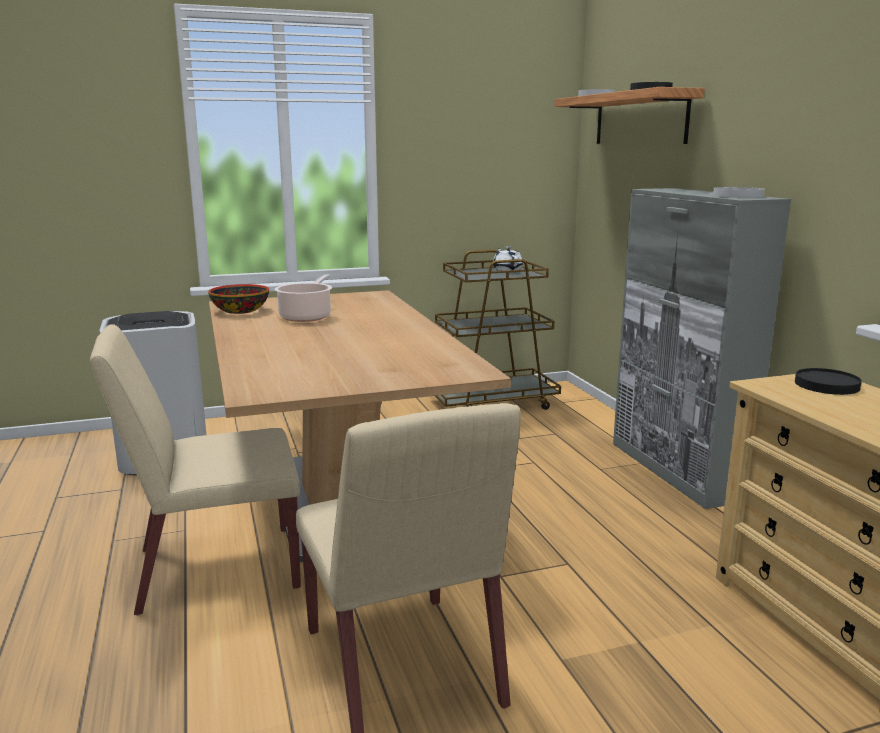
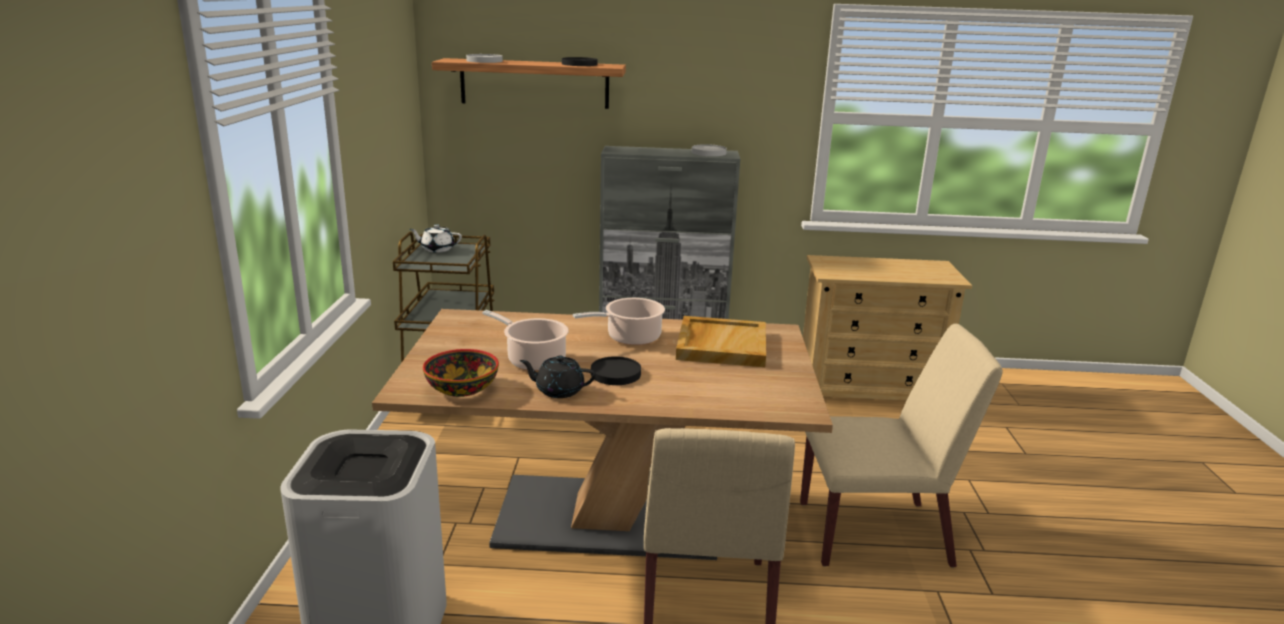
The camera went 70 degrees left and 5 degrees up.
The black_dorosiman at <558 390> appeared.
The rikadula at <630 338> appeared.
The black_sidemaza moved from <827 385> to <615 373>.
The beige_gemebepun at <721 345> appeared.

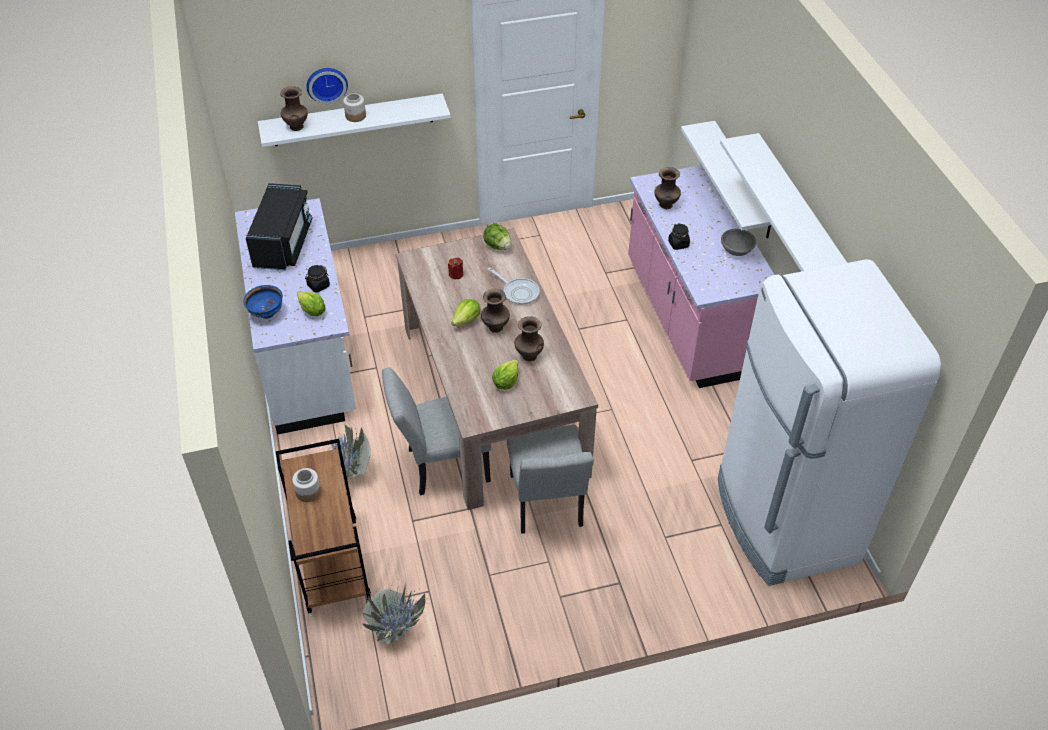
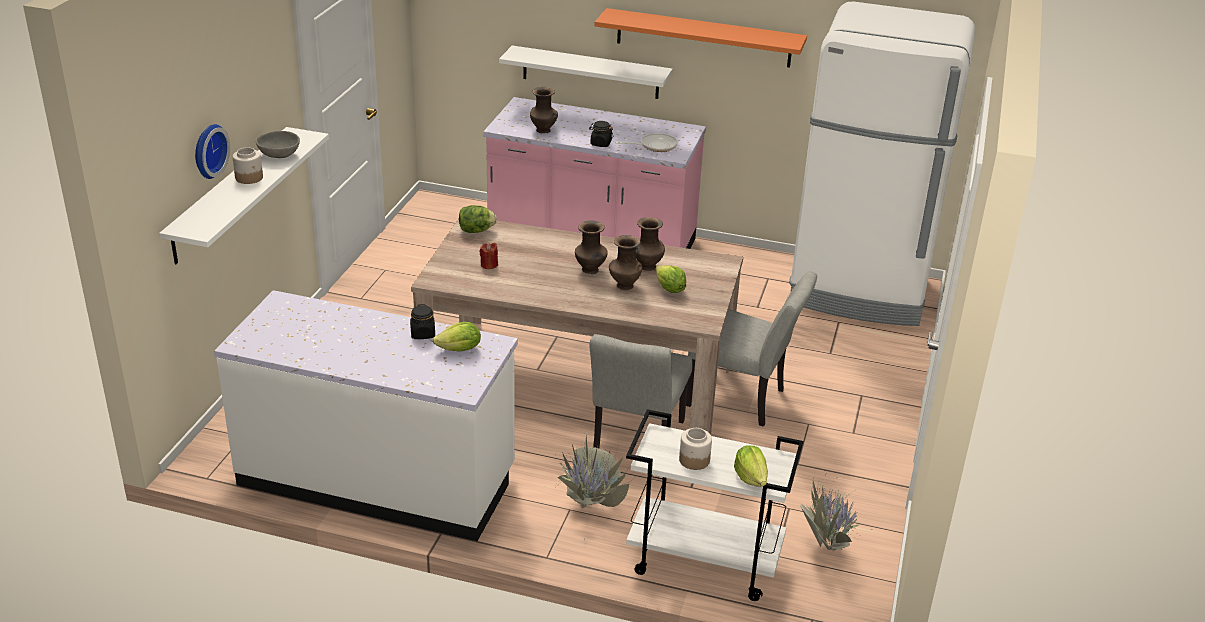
The camera went 60 degrees left and 15 degrees down.
The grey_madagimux moved from <736 250> to <279 155>.
The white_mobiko at <798 210> became the orange_mobiko at <703 38>.
The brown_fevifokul moved from <296 126> to <624 285>.
The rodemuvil moved from <518 292> to <655 146>.
The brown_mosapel at <331 564> became the white_mosapel at <702 562>.
The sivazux moved from <467 320> to <750 477>.
The blue_madagimux at <267 314> disappeared.
The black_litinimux at <283 243> disappeared.

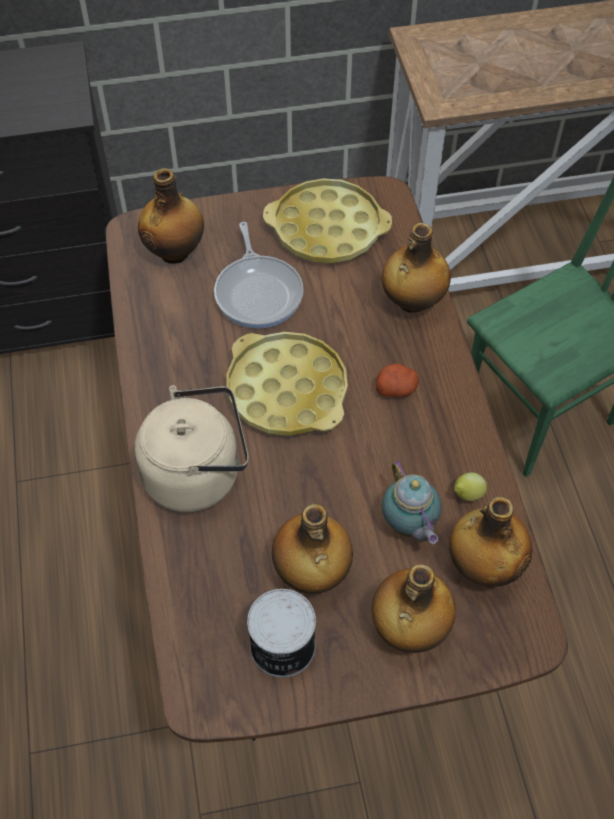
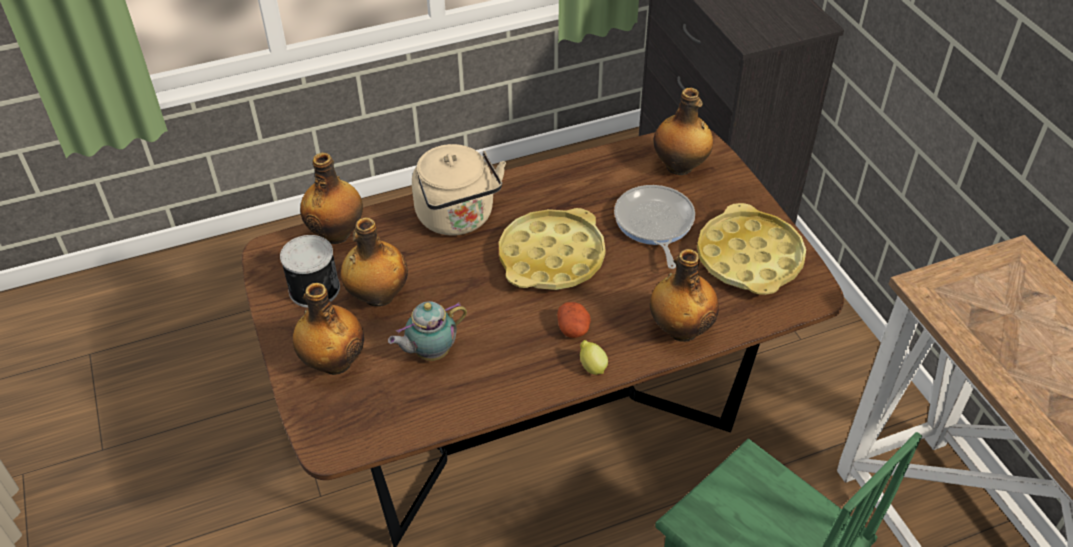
The camera went 80 degrees right and 10 degrees down.
The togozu moved from <484 565> to <337 233>.
The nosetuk moved from <467 495> to <592 367>.
The rodemuvil at <258 292> turned 105 degrees clockwise.

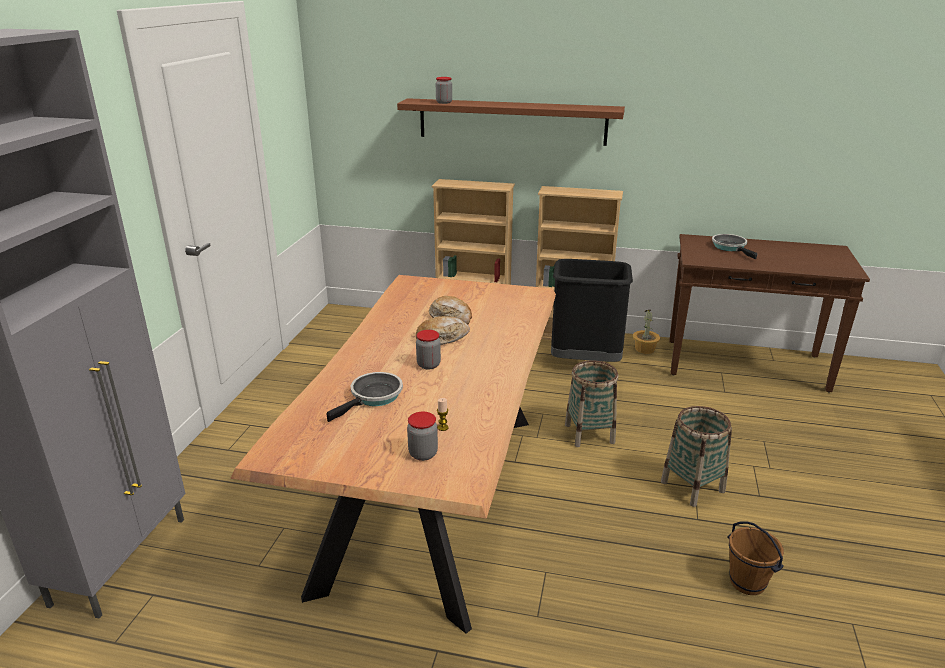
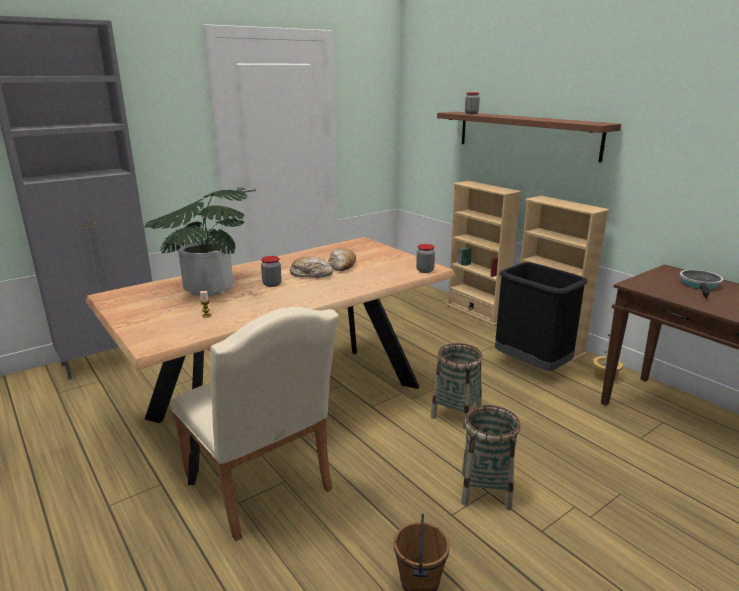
The camera went 40 degrees right and 5 degrees down.
The rodemuvil at <374 397> was replaced by the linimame at <208 289>.
The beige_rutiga at <262 487> appeared.
The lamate moved from <423 454> to <425 270>.

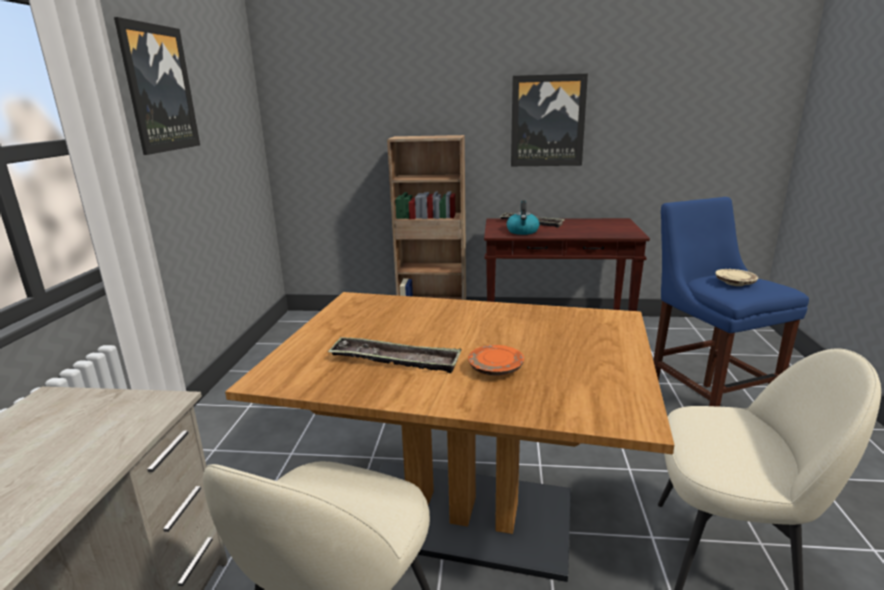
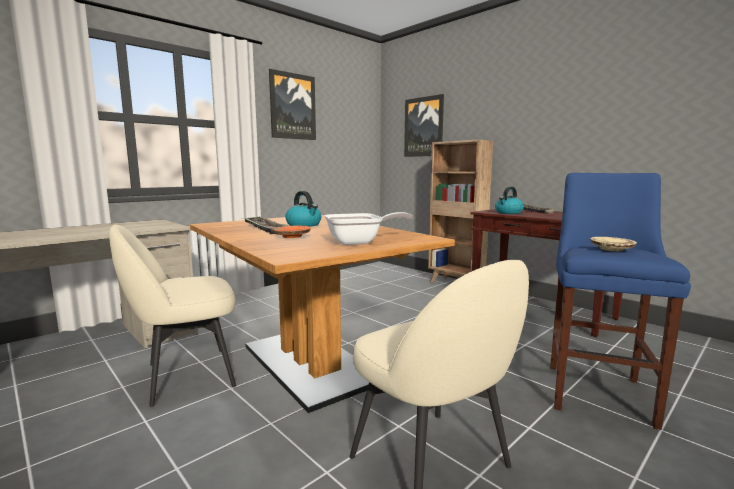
The camera went 40 degrees right and 10 degrees down.
The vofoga at <304 225> appeared.
The rodemuvil at <360 242> appeared.
The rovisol moved from <547 121> to <424 127>.

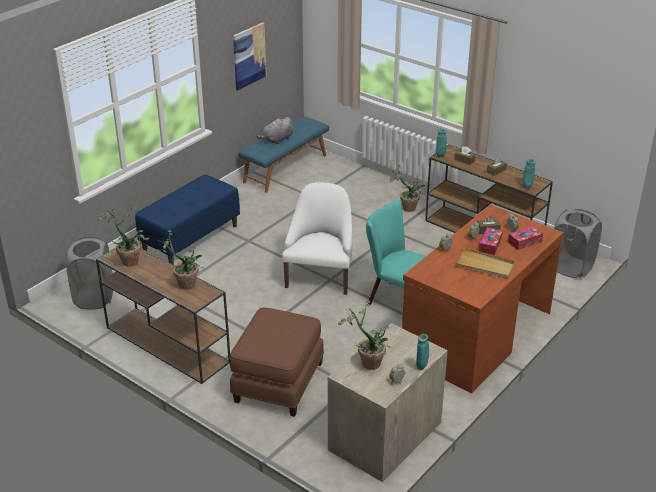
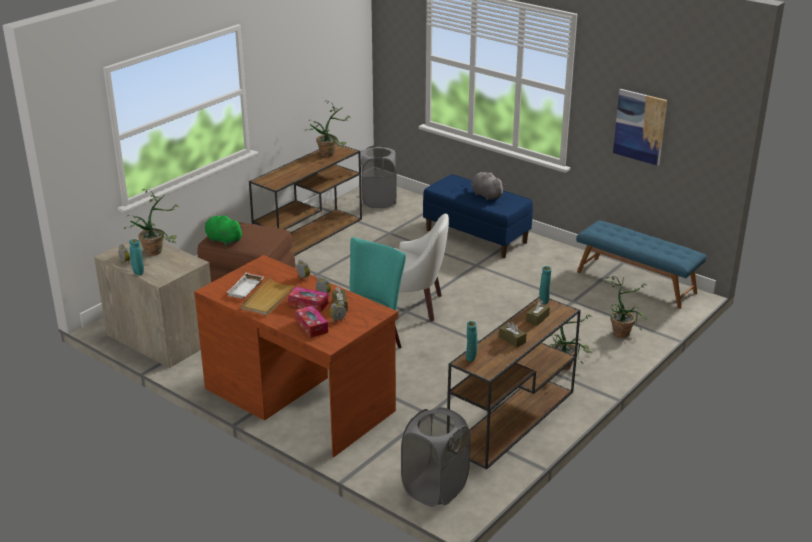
The camera went 90 degrees right and 5 degrees down.
The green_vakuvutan at <223 240> appeared.
The white_gemebepun at <246 289> appeared.
The grey_vakuvutan moved from <277 140> to <485 195>.
The linimame moved from <183 283> to <623 331>.

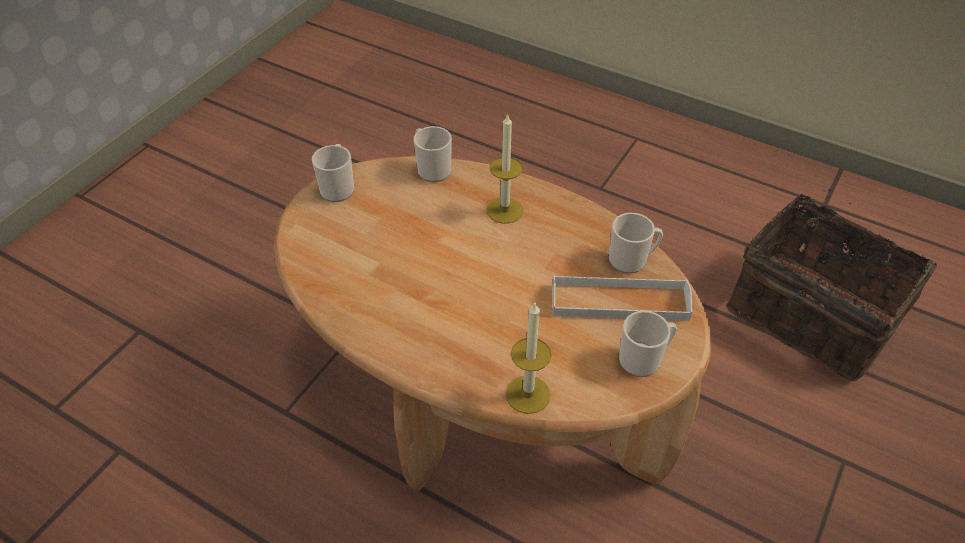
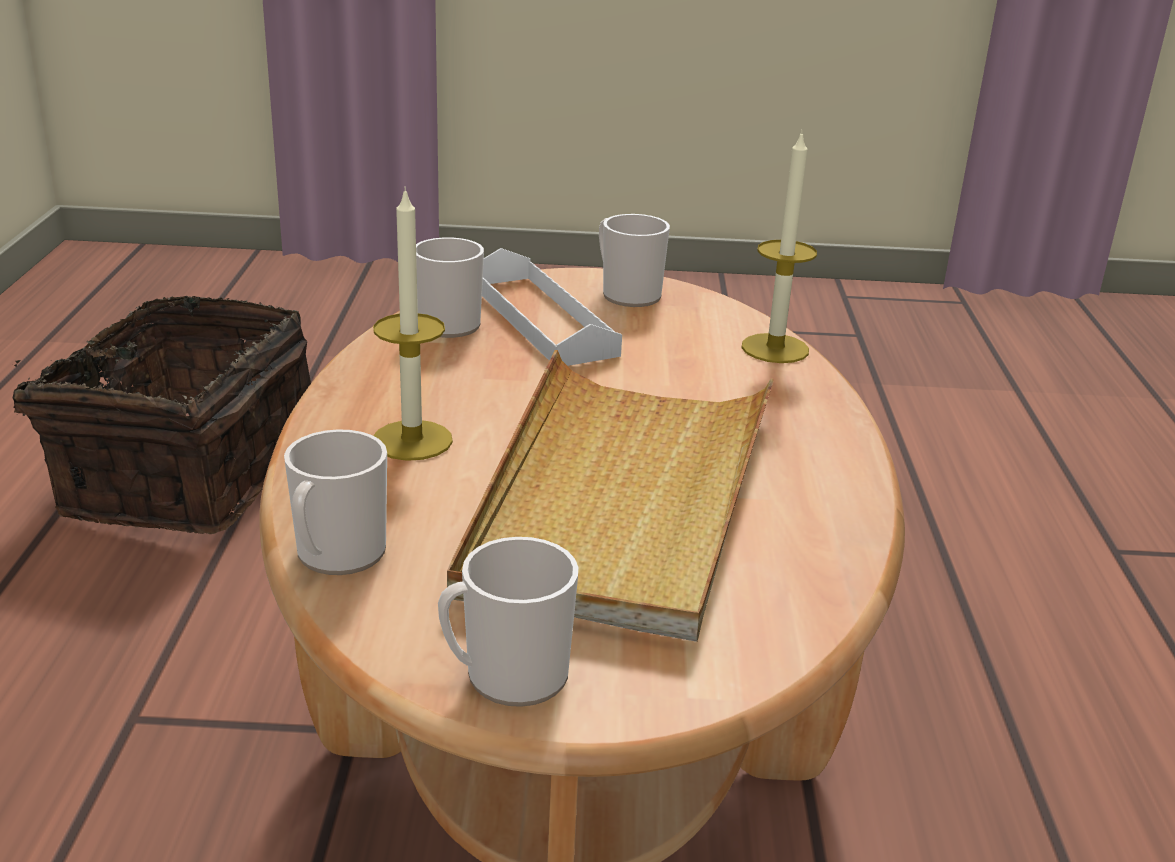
The camera went 120 degrees left and 20 degrees down.
The beige_gemebepun at <620 497> appeared.

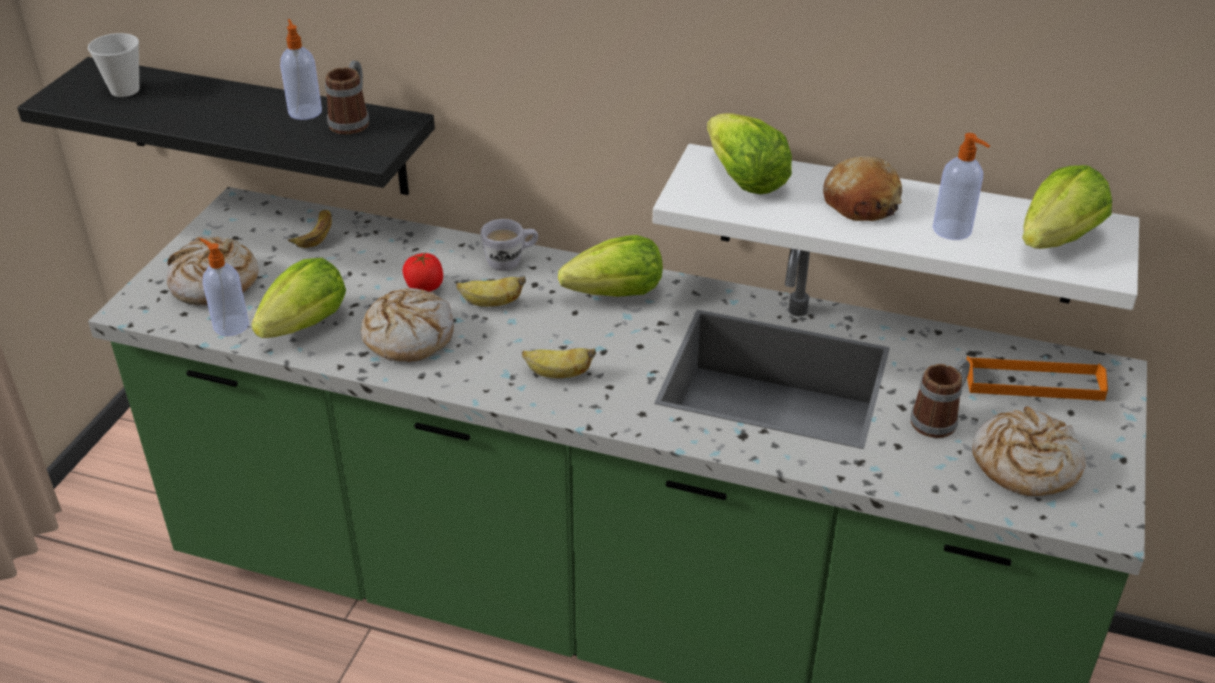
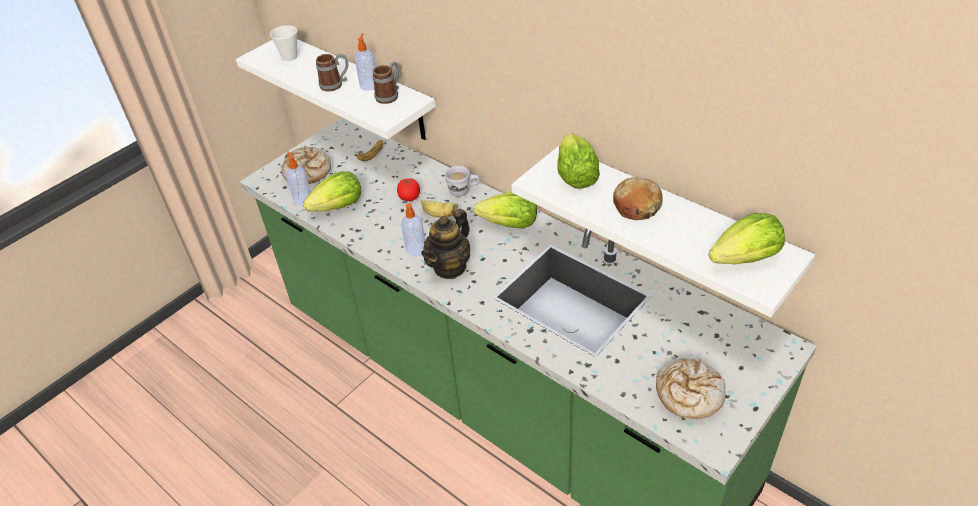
The camera went 25 degrees right and 5 degrees up.
The black_mobiko at <262 127> became the white_mobiko at <359 87>.
The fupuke moved from <939 418> to <335 84>.
The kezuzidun moved from <953 230> to <416 249>.
The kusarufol at <558 374> was replaced by the dorosiman at <450 267>.
The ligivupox at <409 336> disappeared.
The orange_gemebepun at <1033 383> disappeared.

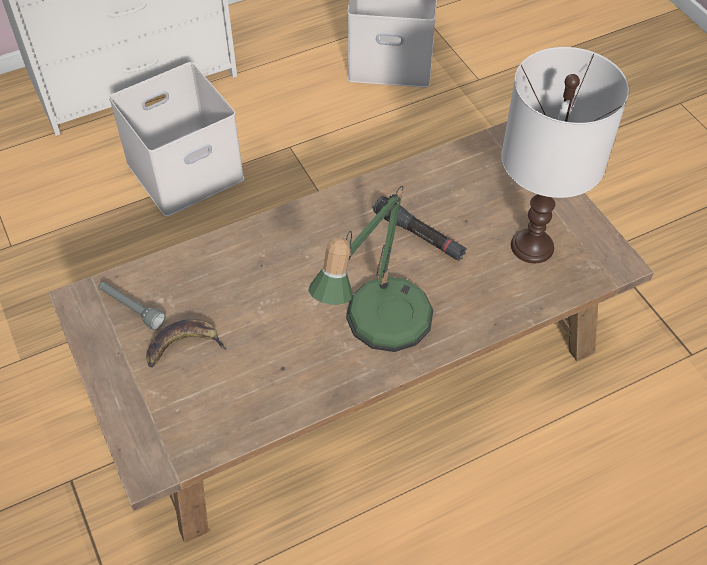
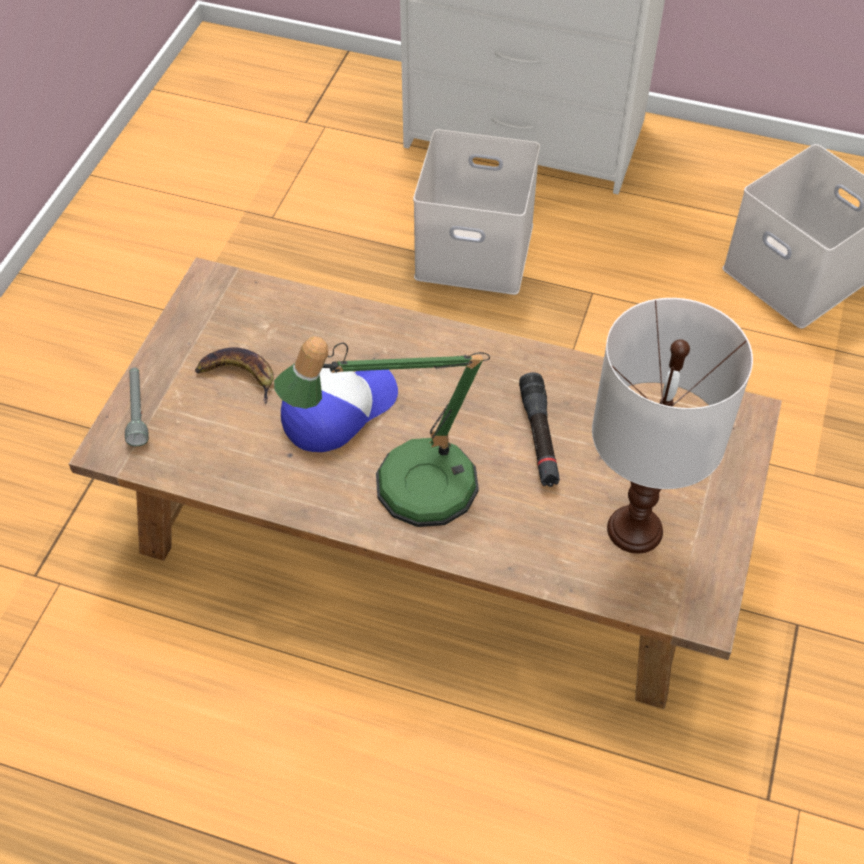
The camera went 45 degrees right and 0 degrees up.
The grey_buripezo moved from <131 308> to <137 411>.
The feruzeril at <338 410> appeared.

